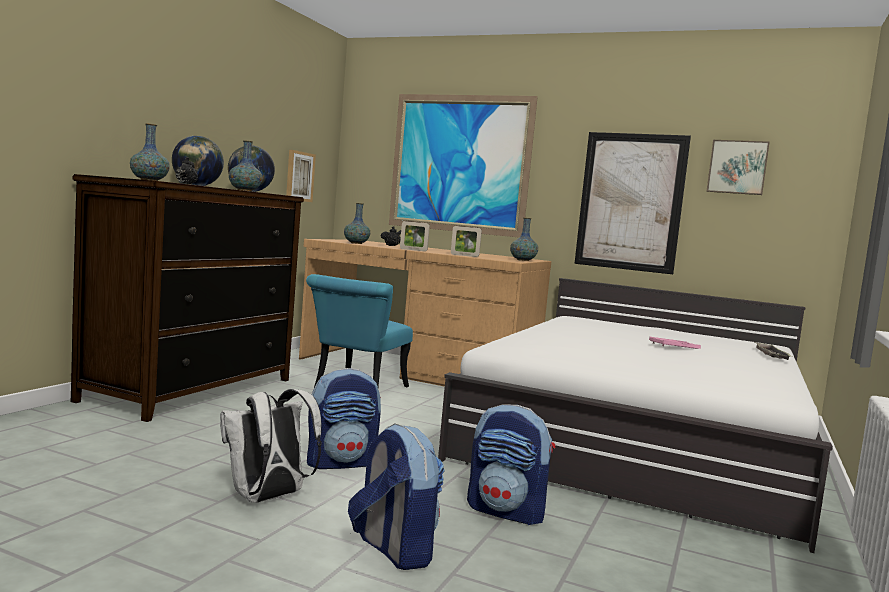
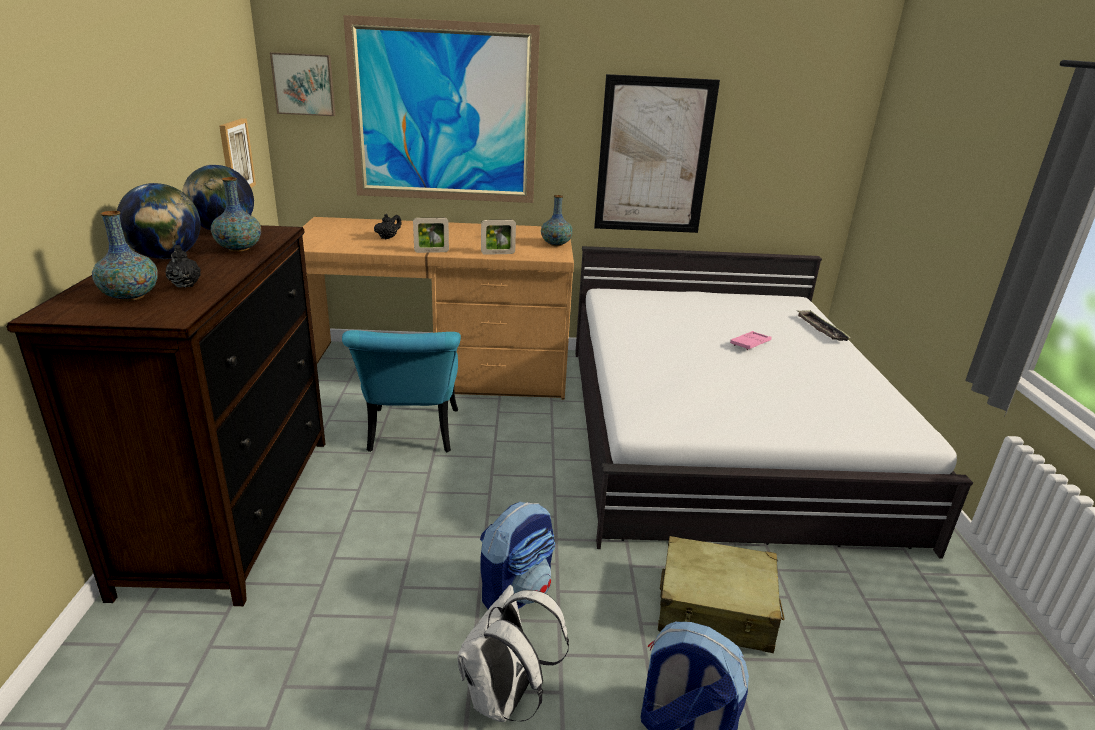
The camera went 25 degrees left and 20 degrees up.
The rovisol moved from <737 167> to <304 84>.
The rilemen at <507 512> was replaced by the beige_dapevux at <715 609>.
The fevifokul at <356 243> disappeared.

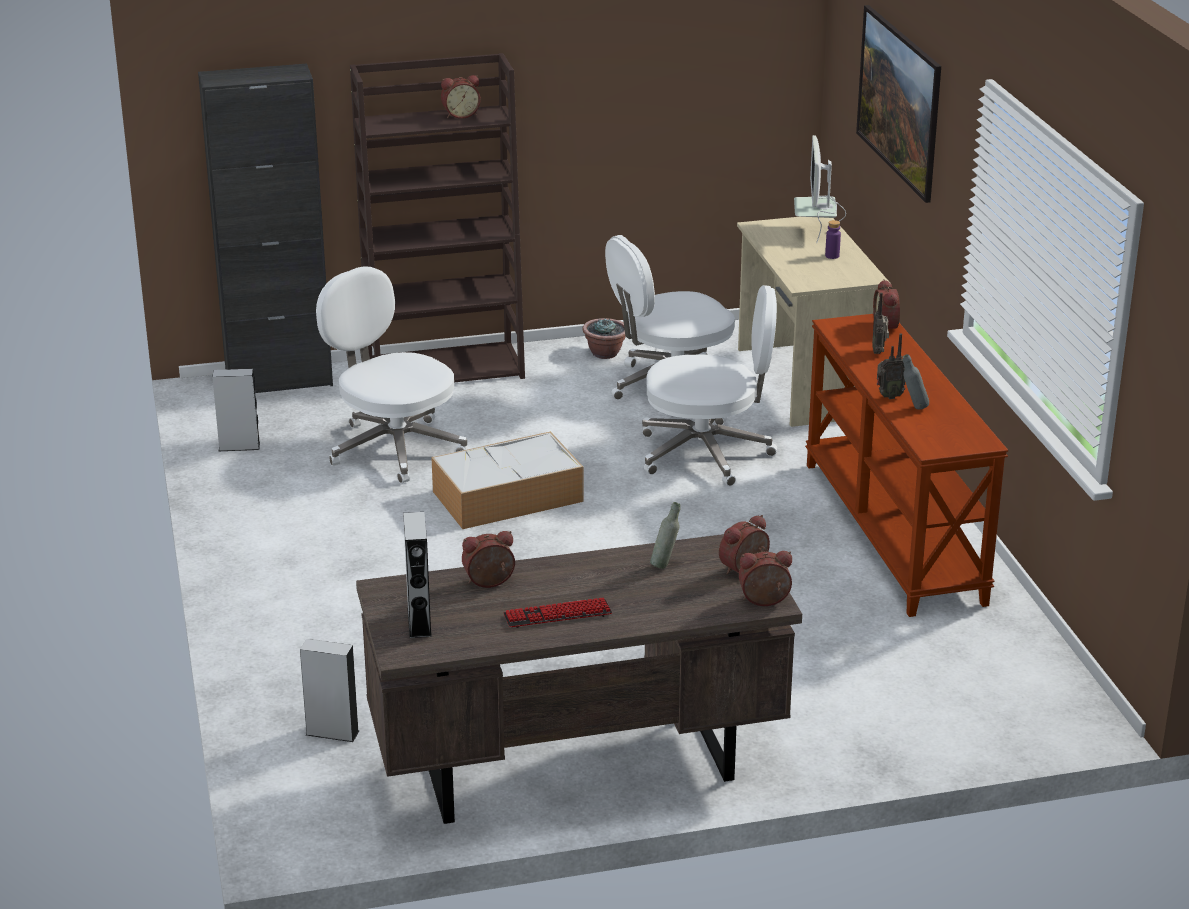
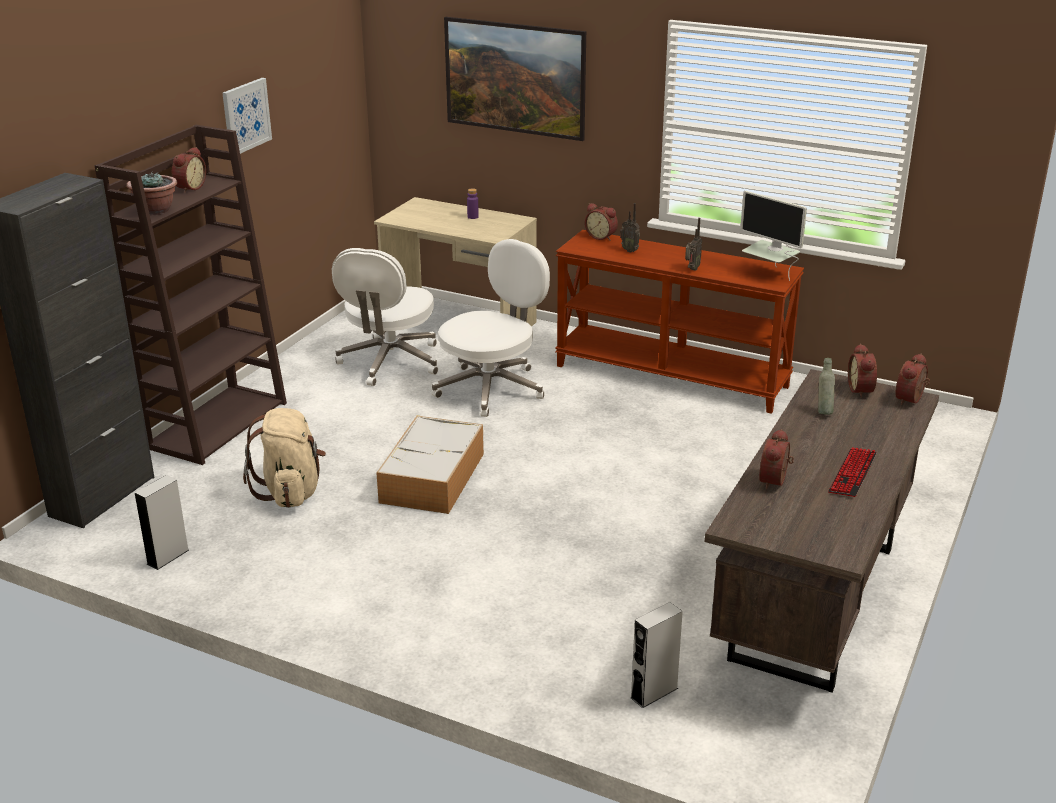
The camera went 50 degrees left and 0 degrees up.
The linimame moved from <605 353> to <156 210>.
The rovisol at <246 116> appeared.
The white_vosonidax at <394 448> was replaced by the beige_rilemen at <291 492>.
The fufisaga moved from <816 233> to <769 274>.
The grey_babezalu at <419 622> disappeared.
The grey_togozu at <913 408> disappeared.

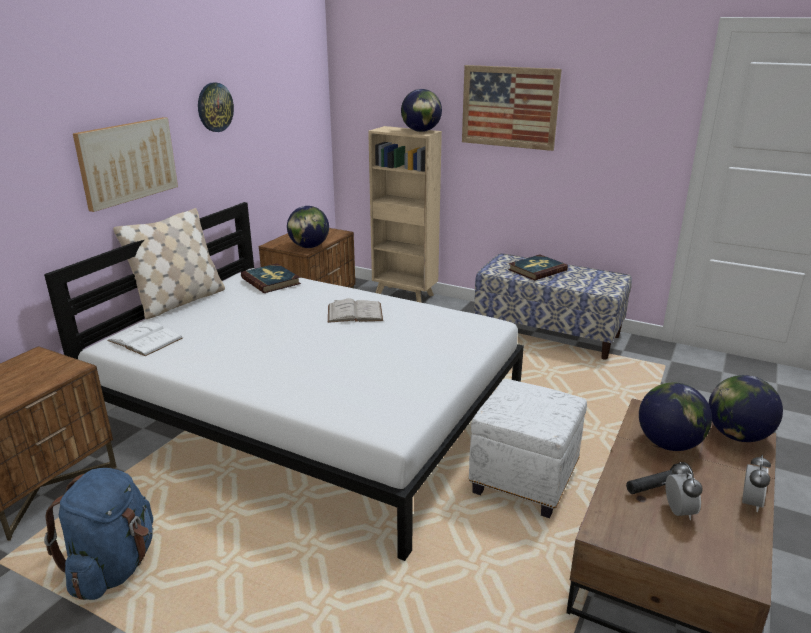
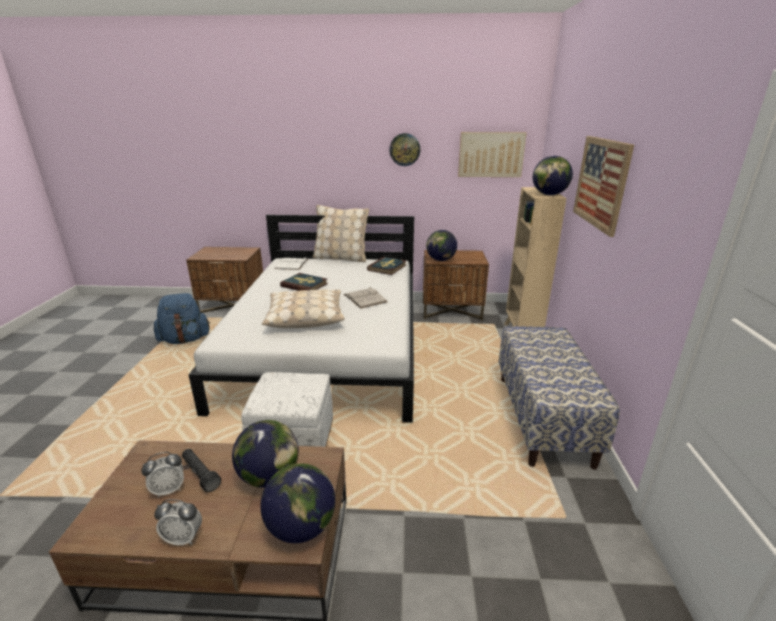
The camera went 65 degrees right and 0 degrees up.
The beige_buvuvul at <305 317> appeared.
The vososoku moved from <537 270> to <304 285>.
The rovisol moved from <127 162> to <491 154>.

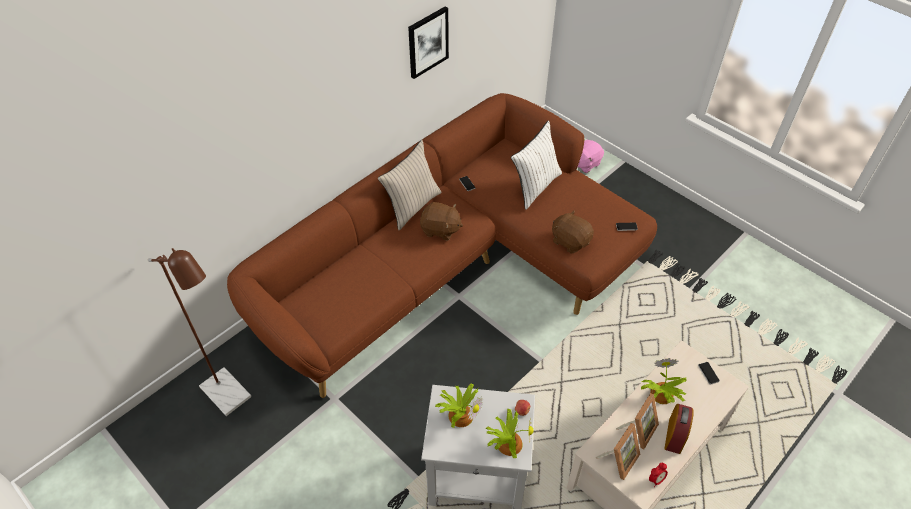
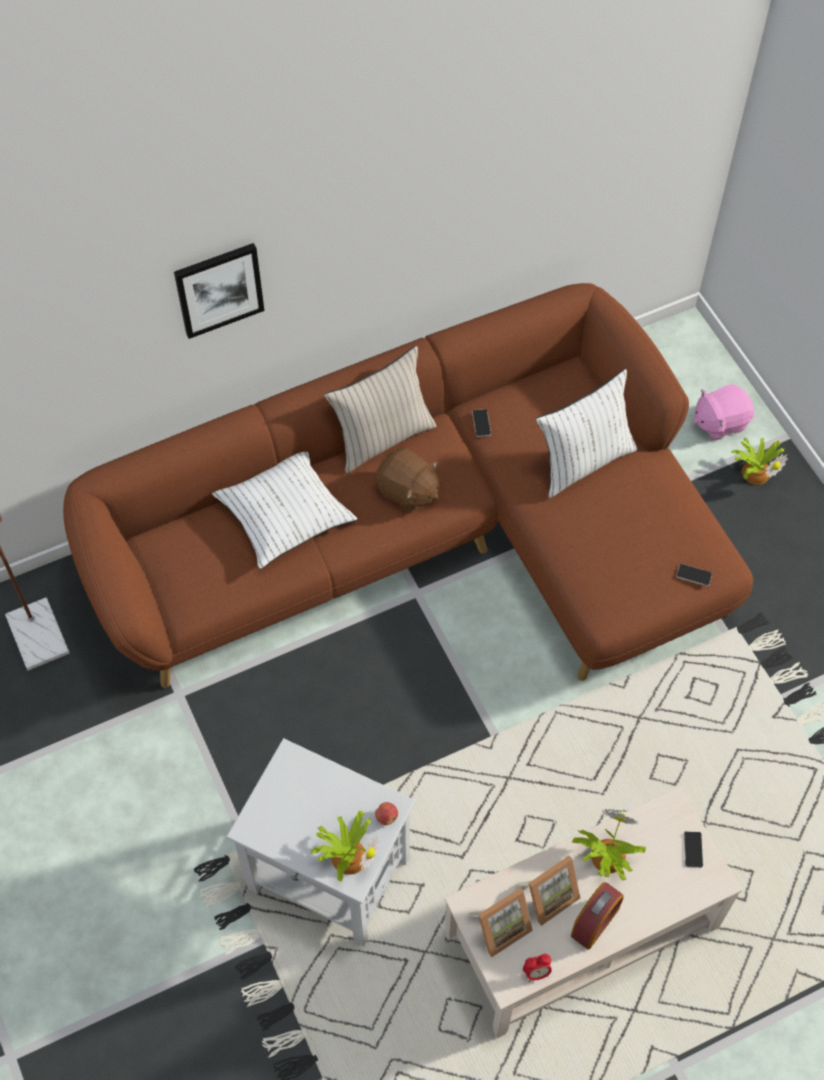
The camera went 20 degrees right and 10 degrees up.
The rovisol moved from <427 42> to <219 289>.
The white_buvuvul at <284 514> appeared.
The linimame moved from <460 414> to <755 471>.
The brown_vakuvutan at <570 241> disappeared.

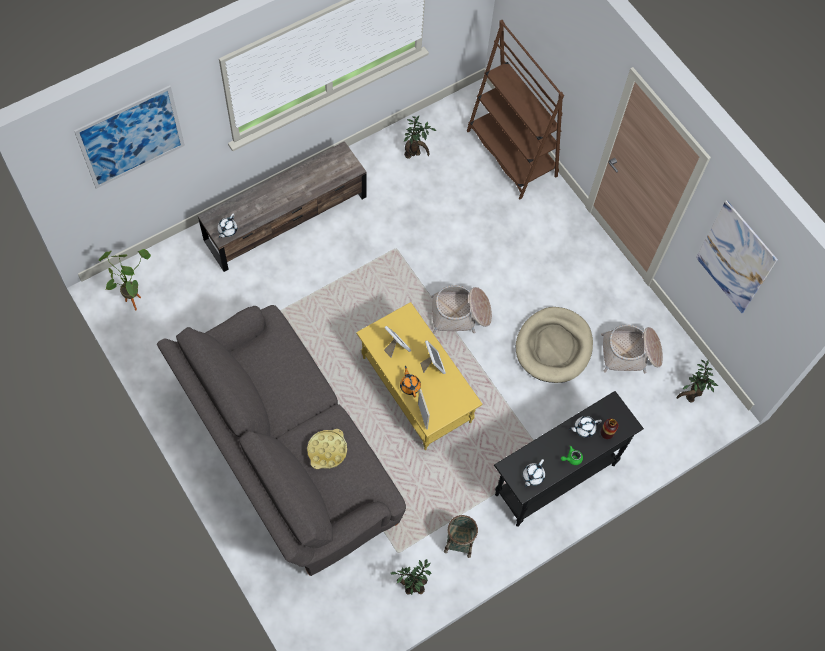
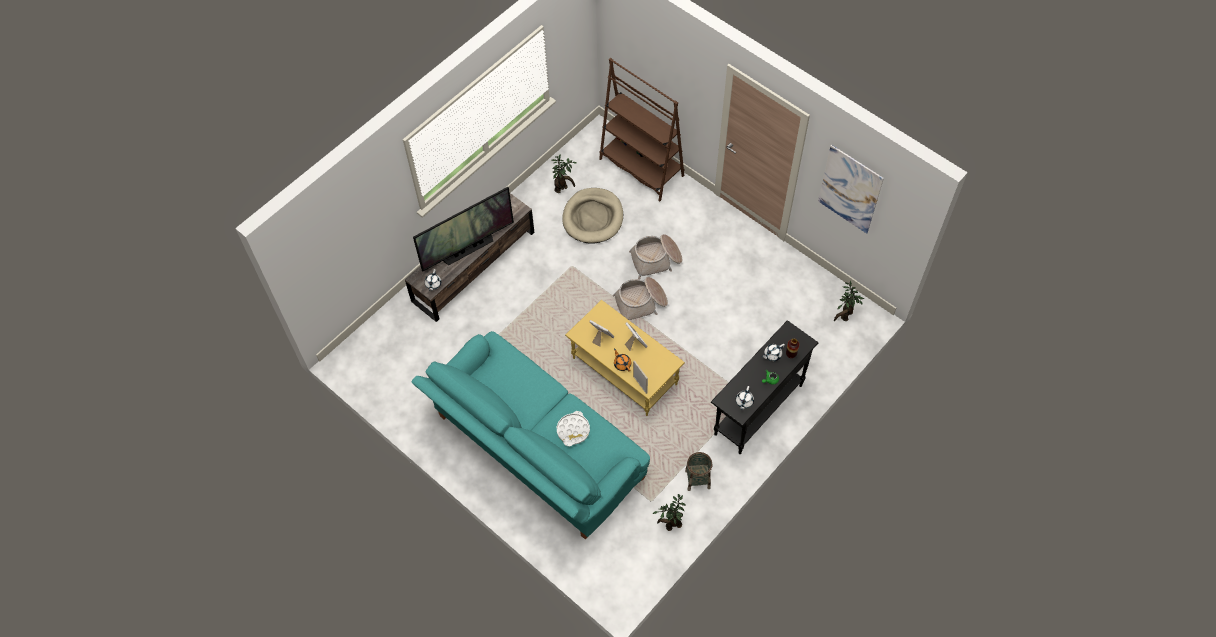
The camera went 10 degrees left and 5 degrees down.
The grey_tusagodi at <287 455> became the turquoise_tusagodi at <536 451>.
The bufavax at <468 249> appeared.
The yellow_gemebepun at <327 450> became the white_gemebepun at <573 430>.
The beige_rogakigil moved from <554 347> to <593 218>.
The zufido moved from <631 354> to <656 260>.
The rovisol at <131 137> disappeared.
The linimame at <134 298> disappeared.

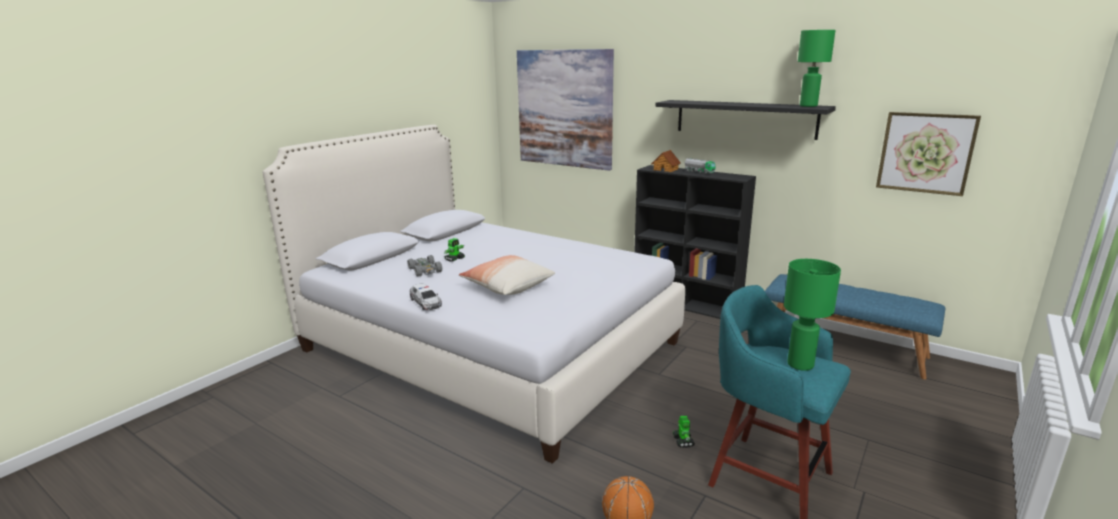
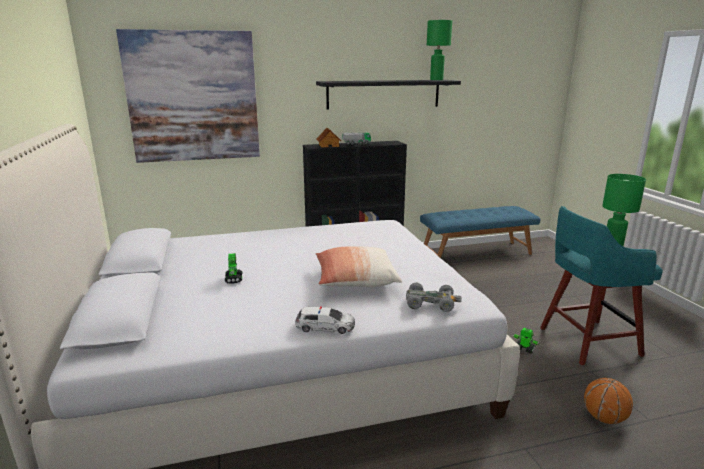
The camera went 50 degrees left and 0 degrees up.
The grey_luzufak moved from <425 270> to <431 303>.
The rovisol at <925 153> disappeared.

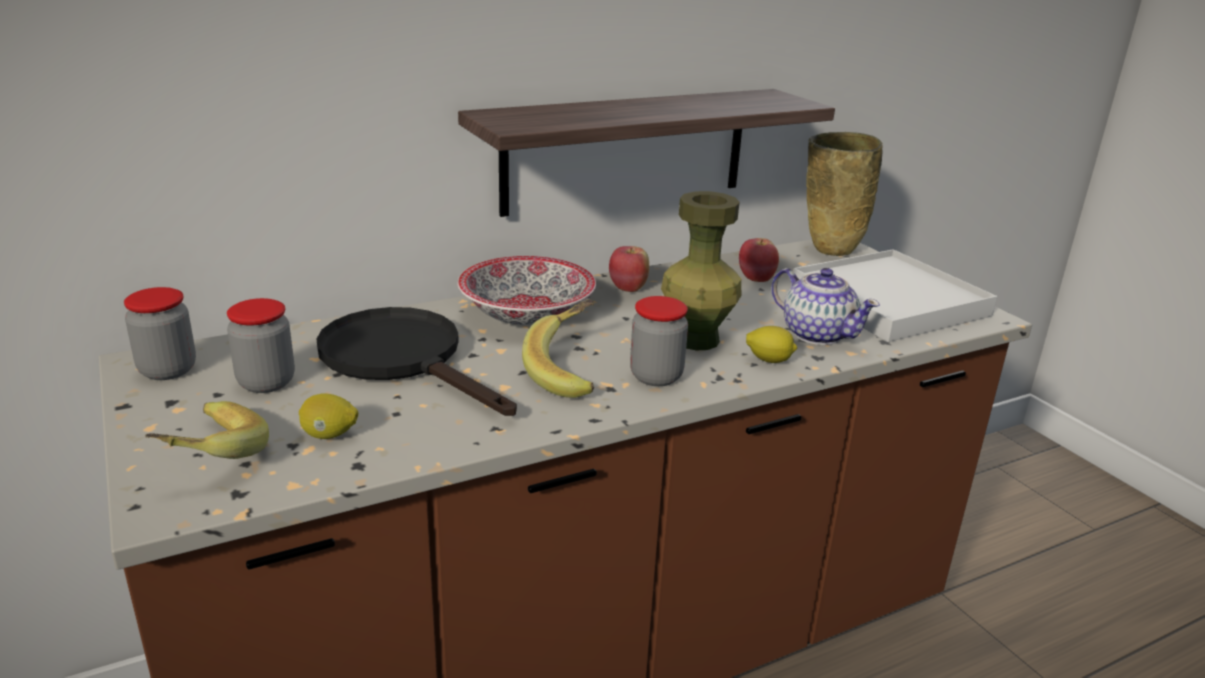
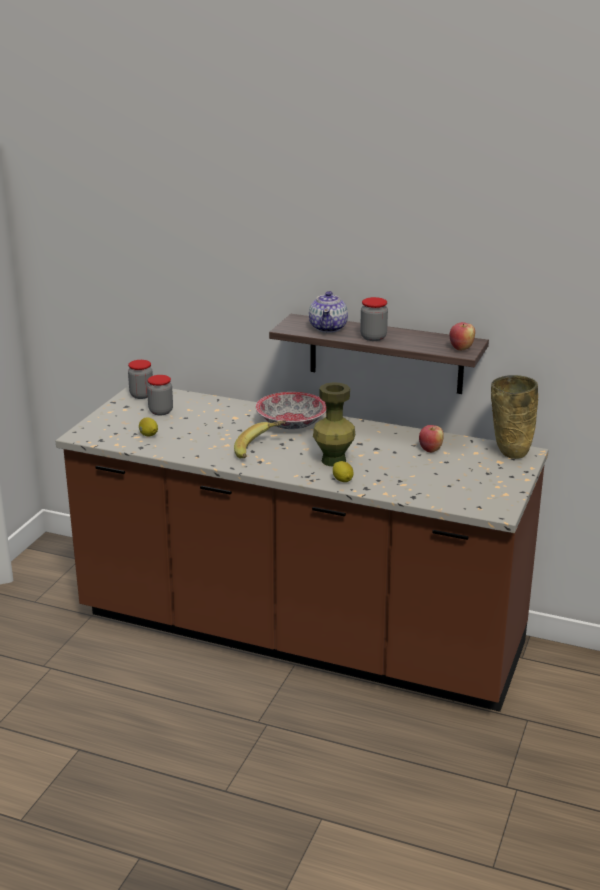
The camera went 50 degrees right and 0 degrees up.
The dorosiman moved from <817 334> to <328 328>.
The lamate moved from <656 376> to <373 337>.
The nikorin moved from <628 288> to <461 348>.
The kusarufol at <207 458> disappeared.
The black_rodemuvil at <403 359> disappeared.
The white_gemebepun at <888 301> disappeared.

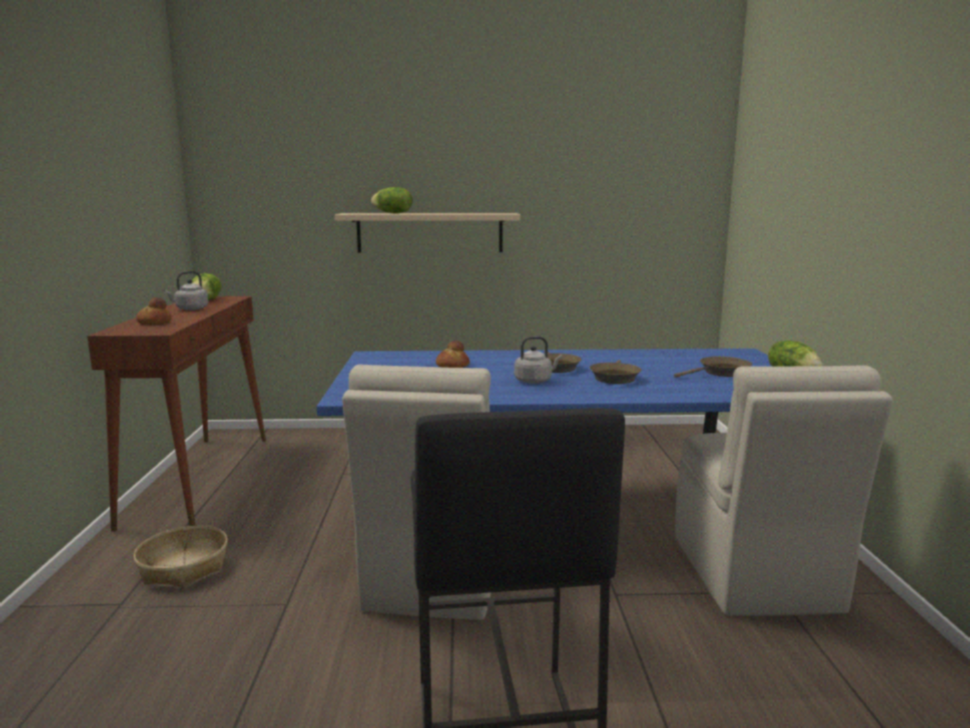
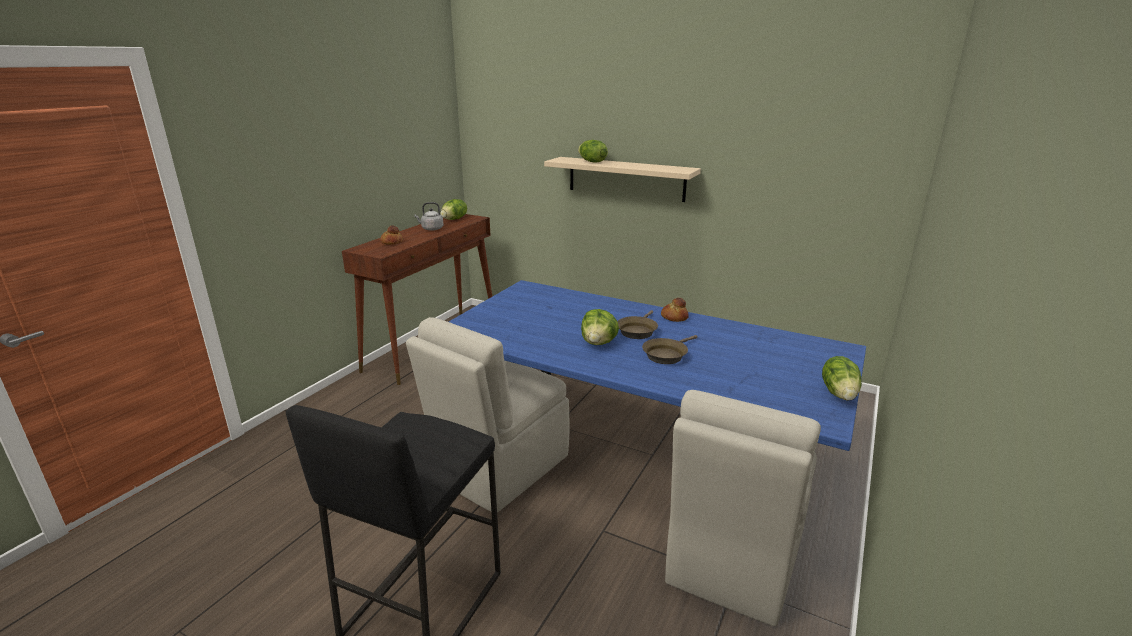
The camera went 30 degrees right and 10 degrees up.
The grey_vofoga at <535 381> was replaced by the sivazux at <599 343>.
The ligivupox moved from <452 366> to <674 317>.
The zufido at <184 567> disappeared.
The brown_rodemuvil at <721 373> disappeared.

